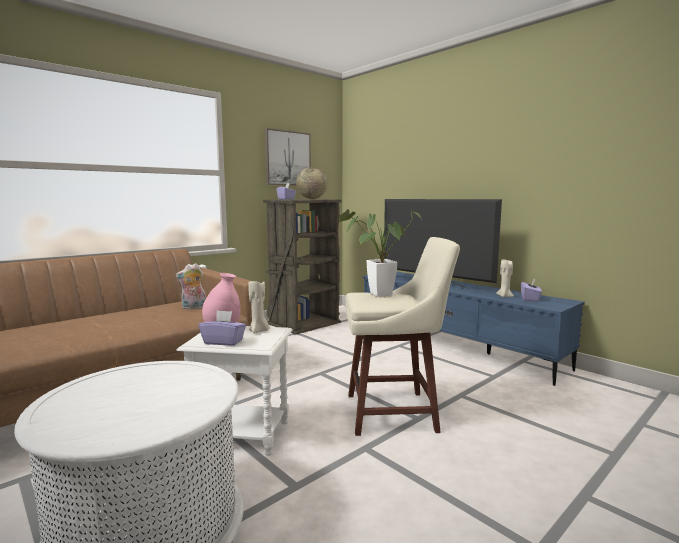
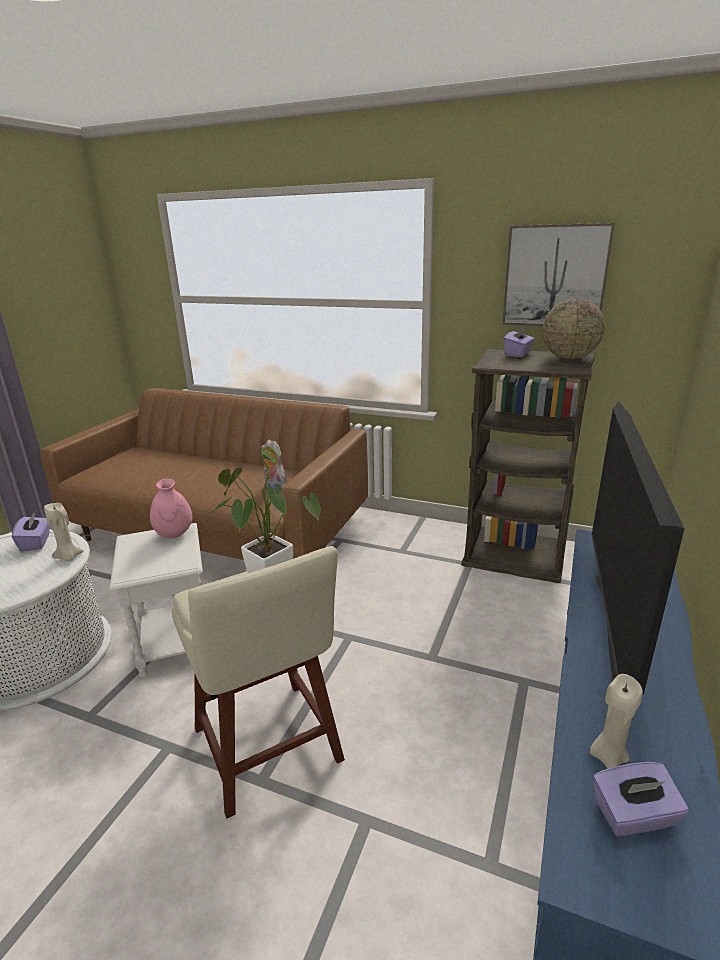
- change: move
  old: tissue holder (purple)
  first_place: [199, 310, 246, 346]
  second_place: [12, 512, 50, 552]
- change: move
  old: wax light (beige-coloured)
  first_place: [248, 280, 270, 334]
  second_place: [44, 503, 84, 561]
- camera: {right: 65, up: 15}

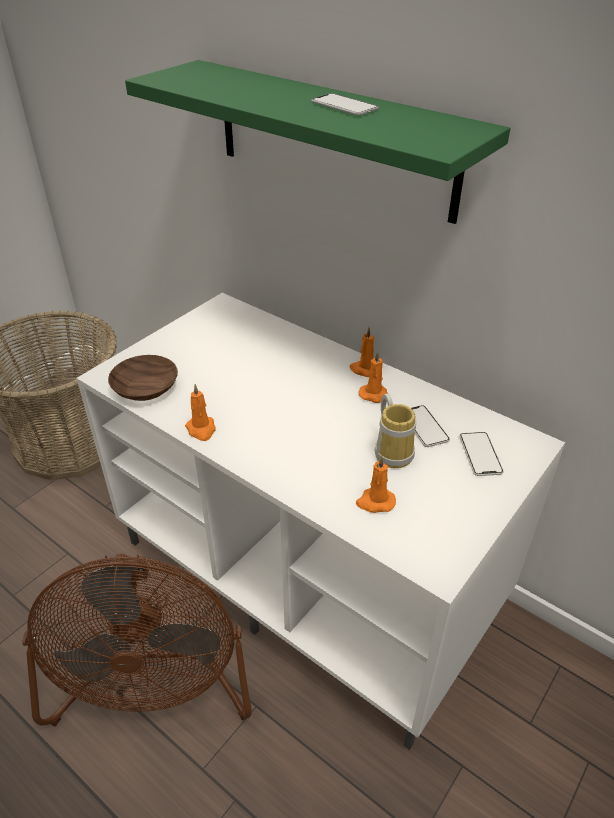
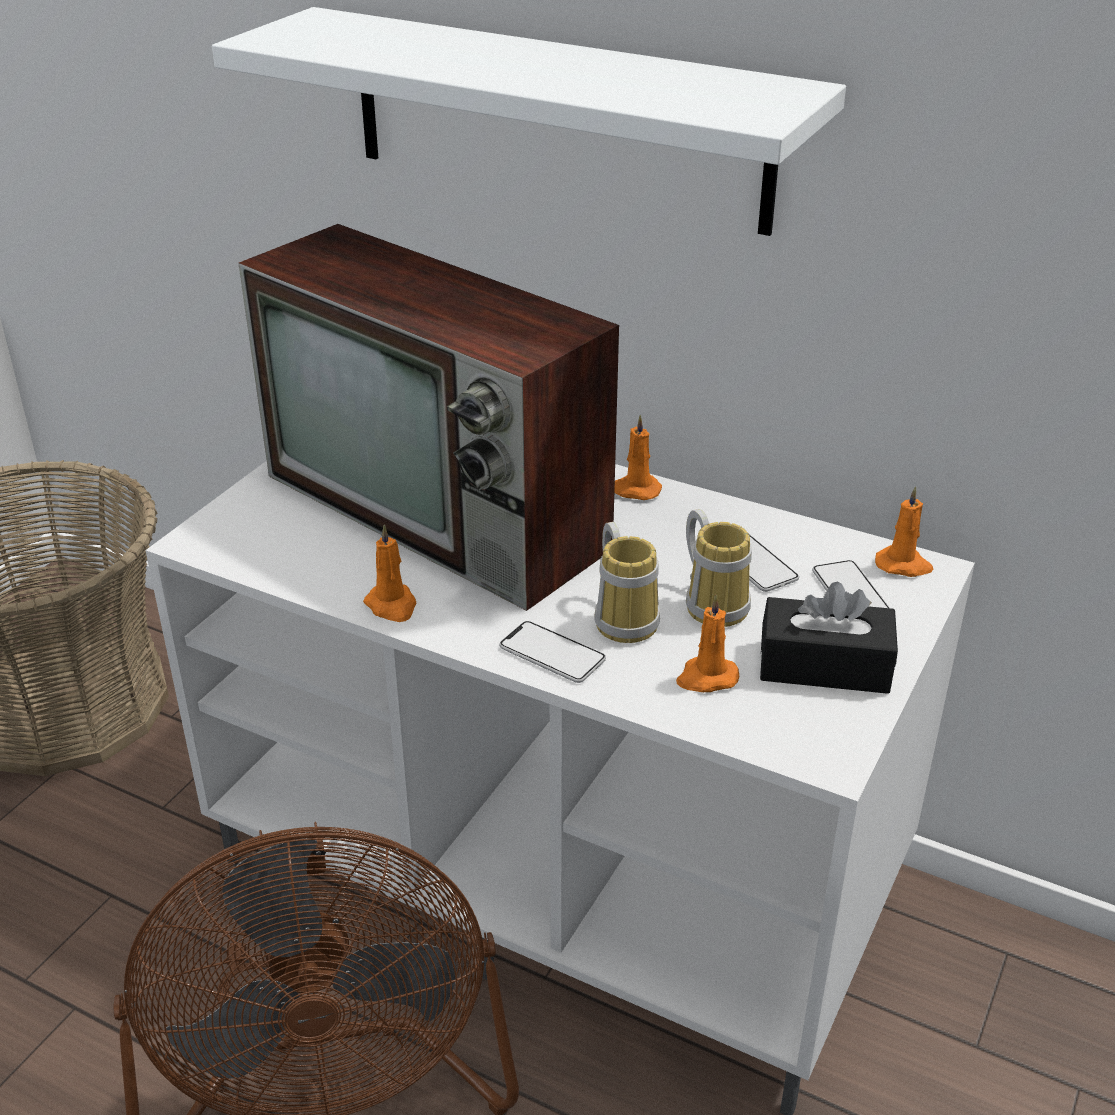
- change: recolor
  old: bracket shelf (greenish)
  new: bracket shelf (whitish)
  first_place: [125, 60, 510, 224]
  second_place: [212, 7, 846, 236]
- change: insert
  new: TV
  second_place: [238, 224, 619, 611]
- change: move
  old: telephone
  first_place: [311, 93, 379, 116]
  second_place: [499, 621, 606, 683]
- change: insert
  new: coffee mug
  second_place: [594, 522, 660, 643]
- change: insert
  new: tissue holder (black-coloured)
  second_place: [760, 581, 898, 694]
- change: move
  old: wax light (orangey)
  first_place: [359, 351, 388, 403]
  second_place: [875, 486, 933, 577]
- change: delete
  old: serving bowl (brownish)
  first_place: [108, 355, 178, 401]
- camera: {right: -10, up: -5}

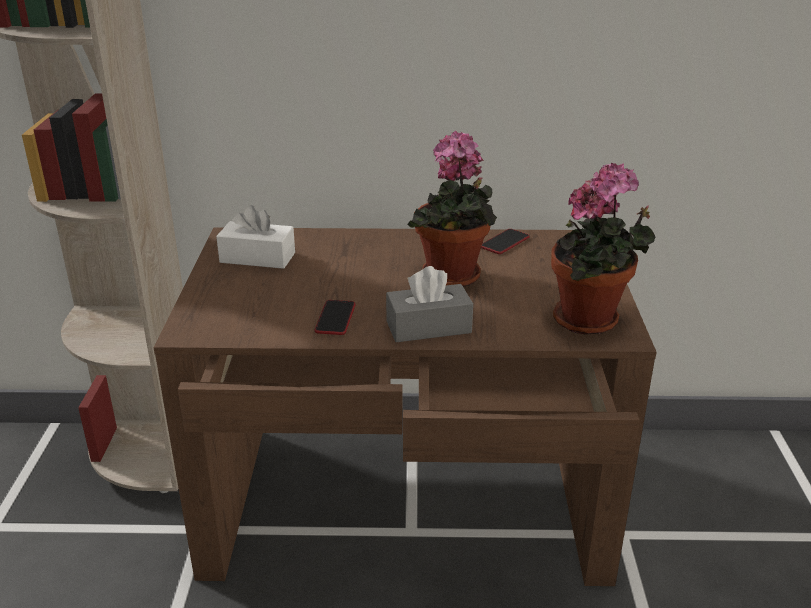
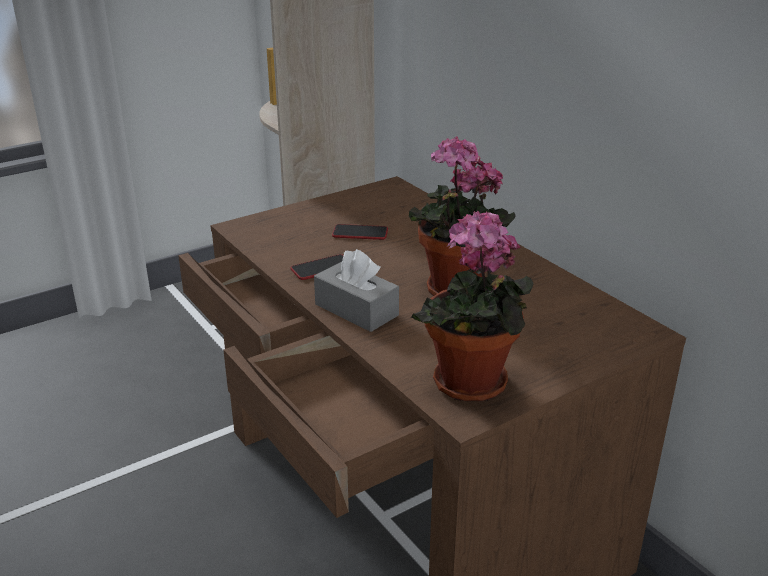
- change: move
  old: telephone
  first_place: [481, 229, 530, 254]
  second_place: [332, 224, 388, 240]
- change: delete
  old: tissue holder (whitish)
  first_place: [216, 205, 295, 269]
- camera: {right: 55, up: 0}

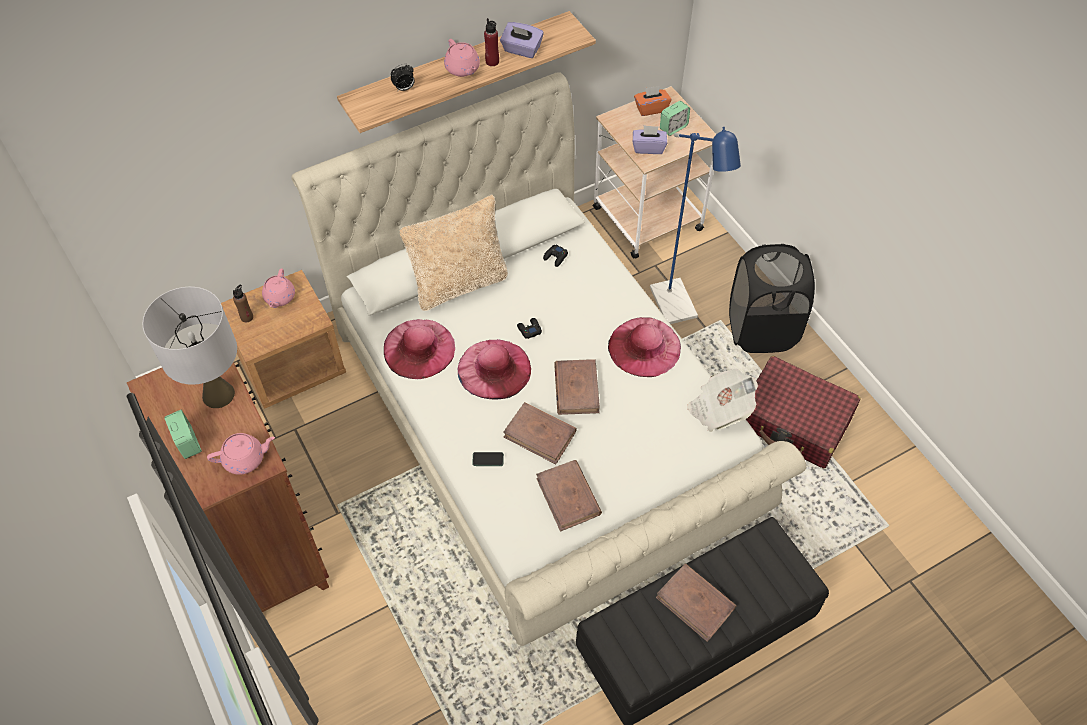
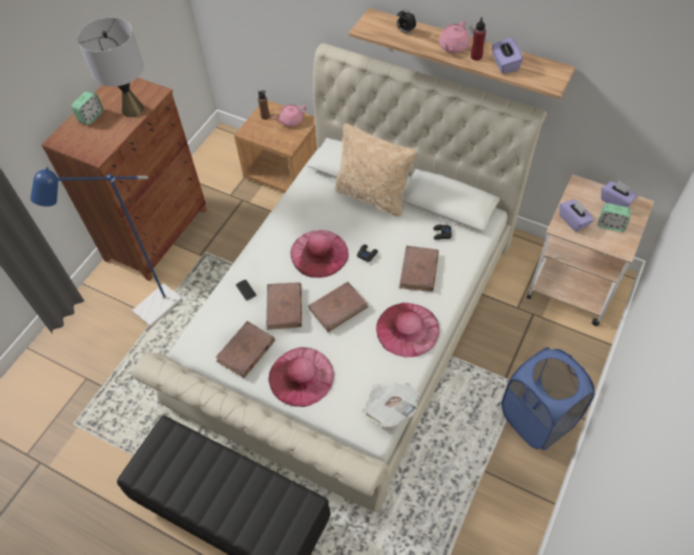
- change: move
  old: standard lamp (blue)
  first_place: [650, 127, 741, 324]
  second_place: [30, 167, 182, 327]
- change: move
  old: wearable hat (pinkish)
  first_place: [384, 319, 455, 379]
  second_place: [268, 347, 334, 407]
- change: move
  old: bound book (brownish)
  first_place: [656, 563, 737, 642]
  second_place: [399, 246, 439, 292]
- change: recolor
  old: laundry basket (black-coloured)
  new: laundry basket (blue)
  first_place: [729, 244, 815, 353]
  second_place: [501, 347, 595, 450]
- change: recolor
  old: tissue holder (orangey)
  new: tissue holder (purple)
  first_place: [634, 86, 671, 116]
  second_place: [601, 181, 637, 207]
- change: delete
  old: pot for tea (pinkish)
  first_place: [207, 433, 275, 475]
- change: delete
  old: travel case (red)
  first_place: [746, 356, 861, 468]
- camera: {right: 60, up: 0}

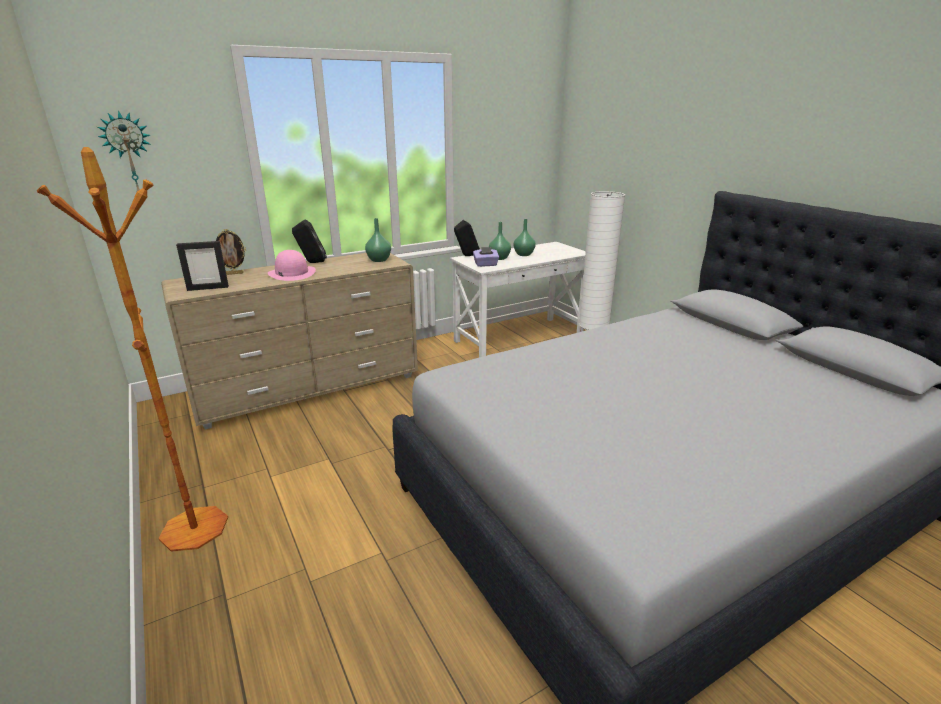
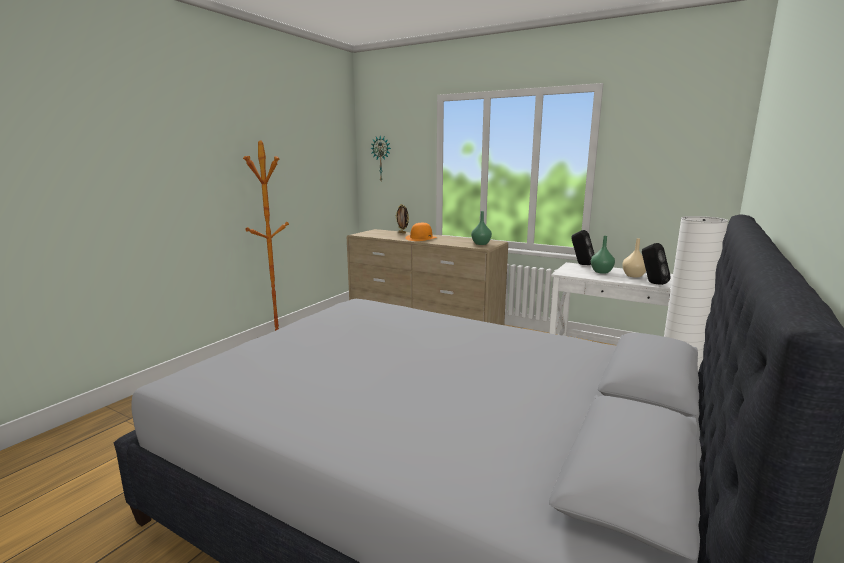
- change: recolor
  old: wearable hat (pinkish)
  new: wearable hat (orangey)
  first_place: [268, 250, 316, 281]
  second_place: [405, 223, 437, 241]
- change: recolor
  old: flower vase (greenish)
  new: flower vase (beige-coloured)
  first_place: [514, 219, 536, 256]
  second_place: [622, 238, 646, 278]
- change: move
  old: speaker (black-coloured)
  first_place: [292, 220, 327, 263]
  second_place: [642, 243, 671, 285]
- change: delete
  old: picture frame
  first_place: [176, 241, 229, 291]
- change: delete
  old: tissue holder (purple)
  first_place: [473, 247, 499, 267]
- camera: {right: 60, up: -10}

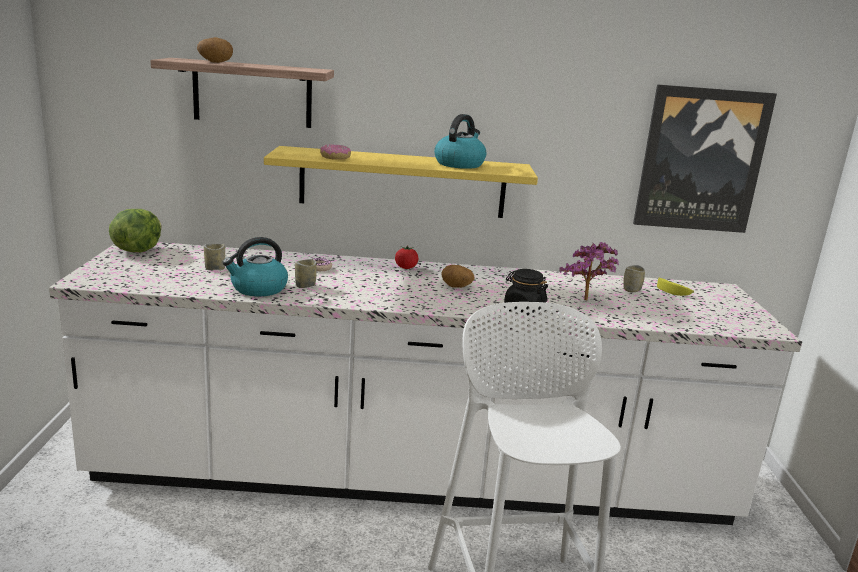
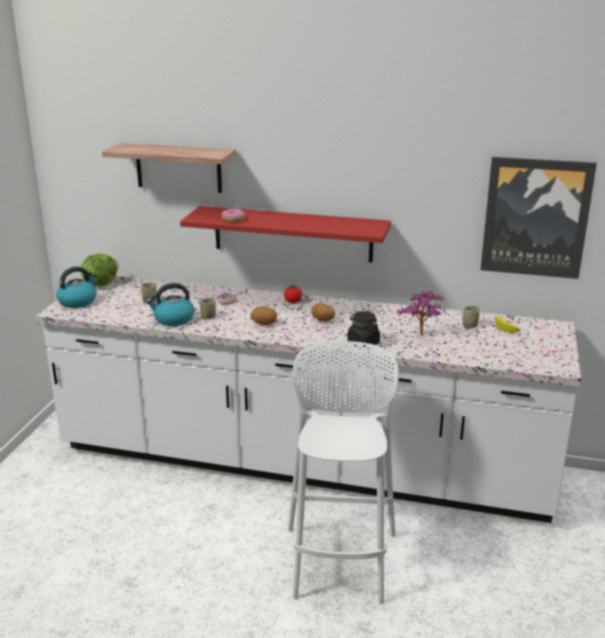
- change: move
  old: water kettle
  first_place: [434, 114, 486, 169]
  second_place: [56, 267, 98, 308]
- change: recolor
  old: bracket shelf (yellowish)
  new: bracket shelf (red)
  first_place: [264, 146, 538, 218]
  second_place: [180, 206, 391, 263]
- change: move
  old: spud
  first_place: [197, 37, 233, 63]
  second_place: [251, 306, 277, 325]
- camera: {right: 15, up: 5}

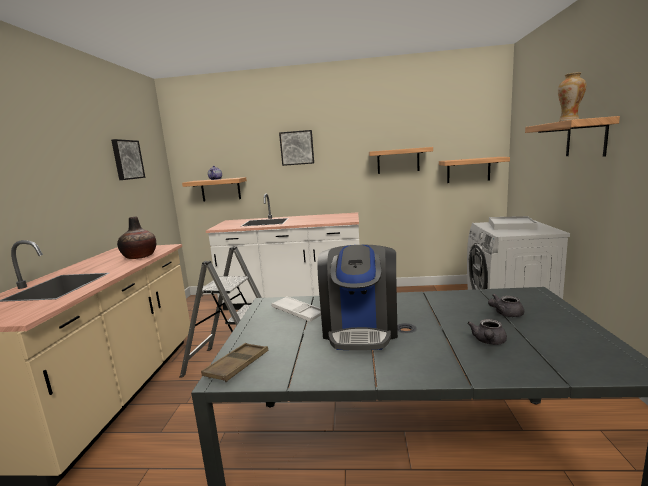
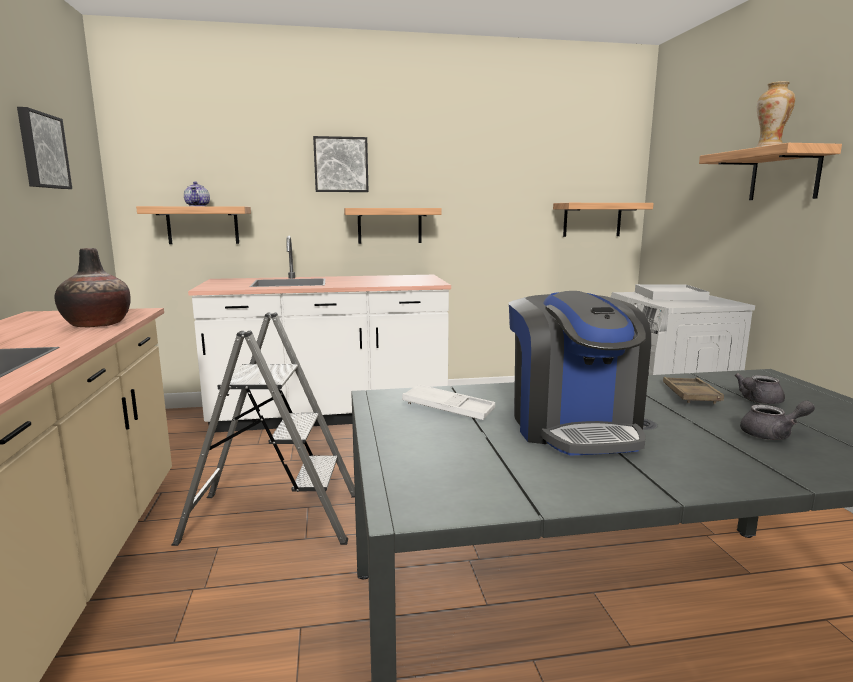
- change: move
  old: bracket shelf
  first_place: [369, 147, 433, 174]
  second_place: [344, 208, 442, 244]
- change: move
  old: carrying tray (brownish)
  first_place: [201, 343, 269, 382]
  second_place: [663, 377, 724, 404]
- change: rotate
  old: pot for tea (gray)
  first_place: [467, 319, 507, 345]
  second_place: [740, 400, 815, 440]
  degrees: -105
- camera: {right: -15, up: 0}

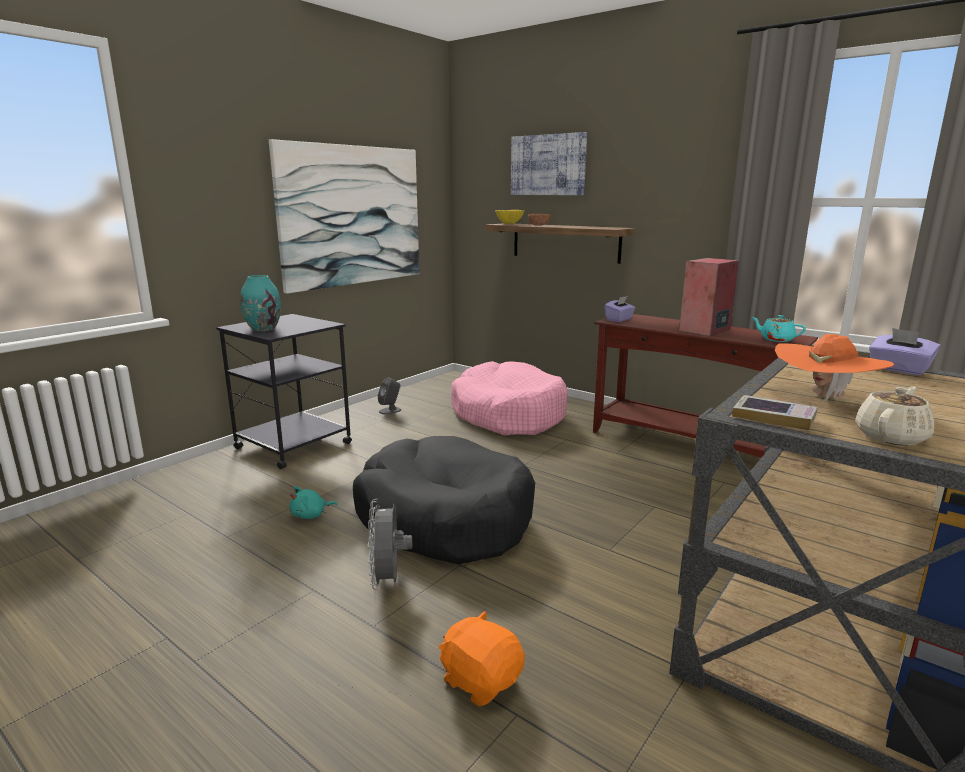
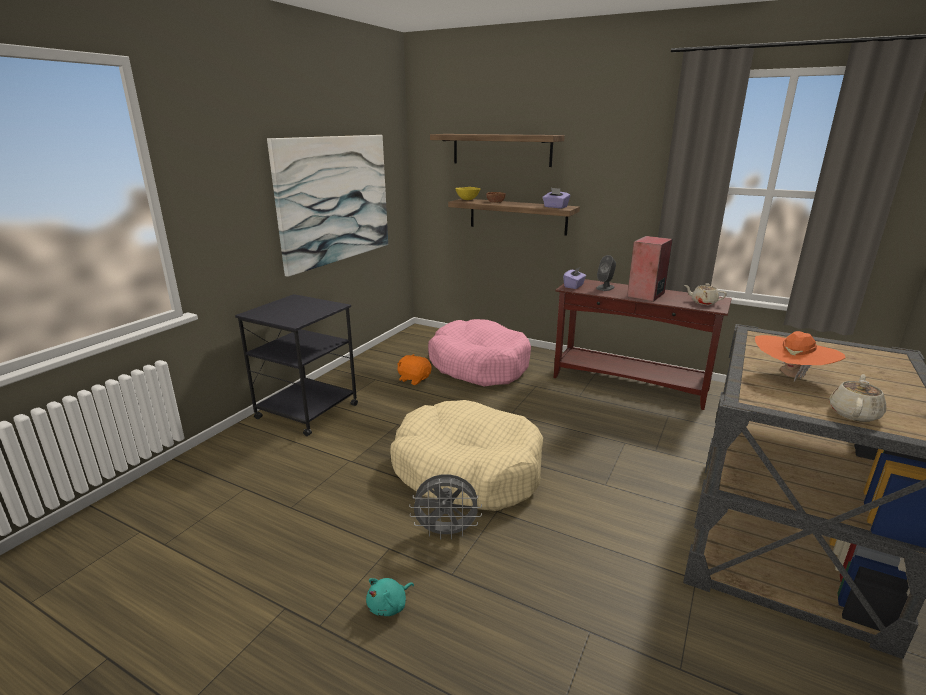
- change: move
  old: cuddly toy (turquoise-coloured)
  first_place: [290, 486, 337, 519]
  second_place: [366, 578, 414, 616]
- change: recolor
  old: dog bed (black-coloured)
  new: dog bed (beige-coloured)
  first_place: [353, 436, 535, 564]
  second_place: [390, 400, 543, 511]
- change: move
  old: cuddly toy (orangey)
  first_place: [438, 611, 525, 706]
  second_place: [397, 354, 431, 385]
- change: rotate
  old: fan (gray)
  first_place: [368, 499, 413, 590]
  second_place: [409, 474, 482, 540]
  degrees: -75
- change: replace
  old: wall art
  new: bracket shelf
  first_place: [511, 132, 587, 195]
  second_place: [430, 134, 565, 167]
- change: move
  old: tissue holder (purple)
  first_place: [869, 328, 940, 376]
  second_place: [542, 188, 570, 208]
- change: move
  old: speaker (gray)
  first_place: [378, 378, 401, 415]
  second_place: [596, 255, 616, 291]
- change: recolor
  old: pot for tea (turquoise-coloured)
  new: pot for tea (beige-coloured)
  first_place: [751, 315, 806, 342]
  second_place: [684, 283, 727, 305]
- change: delete
  old: flower vase (turquoise-coloured)
  first_place: [240, 275, 281, 331]
- change: delete
  old: bound book
  first_place: [732, 395, 818, 431]
- camera: {right: -10, up: 5}

